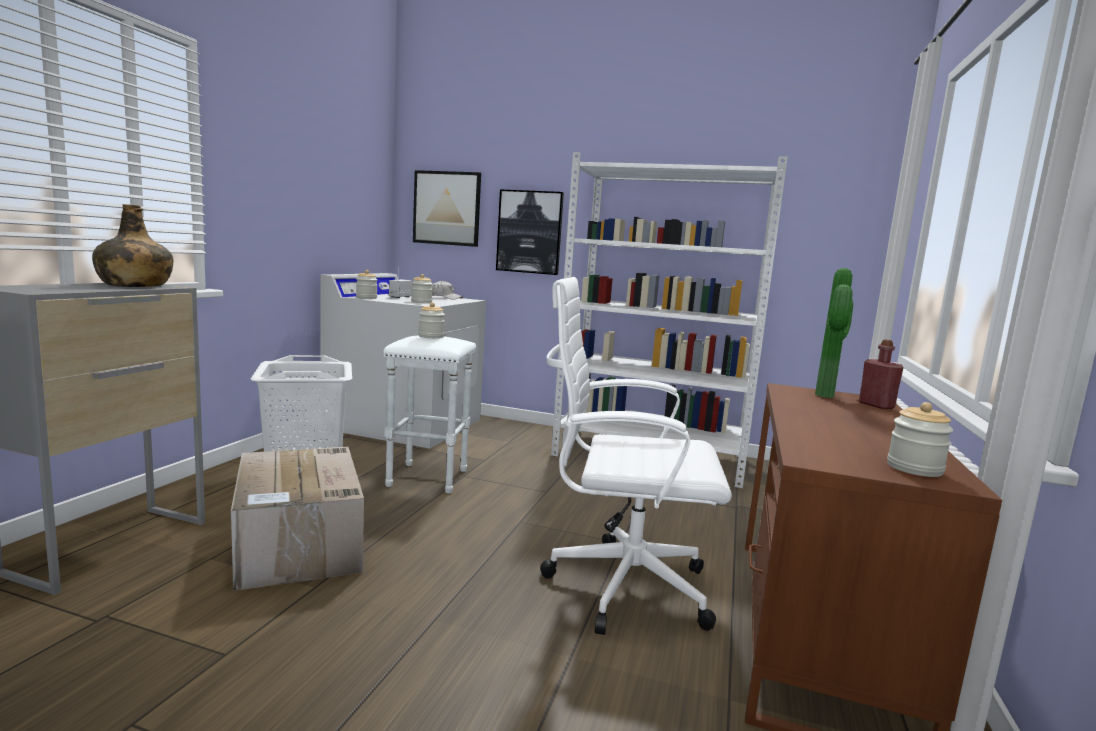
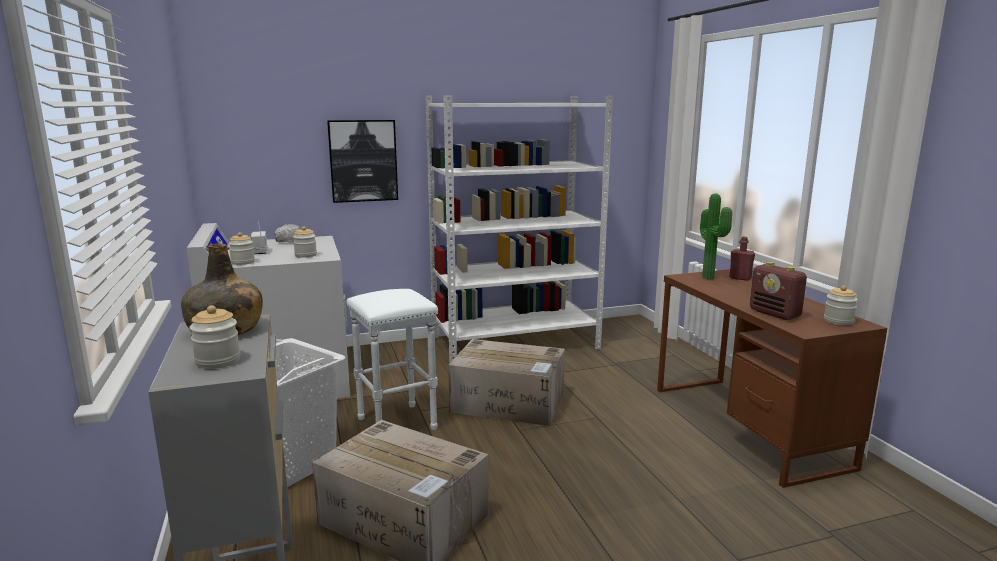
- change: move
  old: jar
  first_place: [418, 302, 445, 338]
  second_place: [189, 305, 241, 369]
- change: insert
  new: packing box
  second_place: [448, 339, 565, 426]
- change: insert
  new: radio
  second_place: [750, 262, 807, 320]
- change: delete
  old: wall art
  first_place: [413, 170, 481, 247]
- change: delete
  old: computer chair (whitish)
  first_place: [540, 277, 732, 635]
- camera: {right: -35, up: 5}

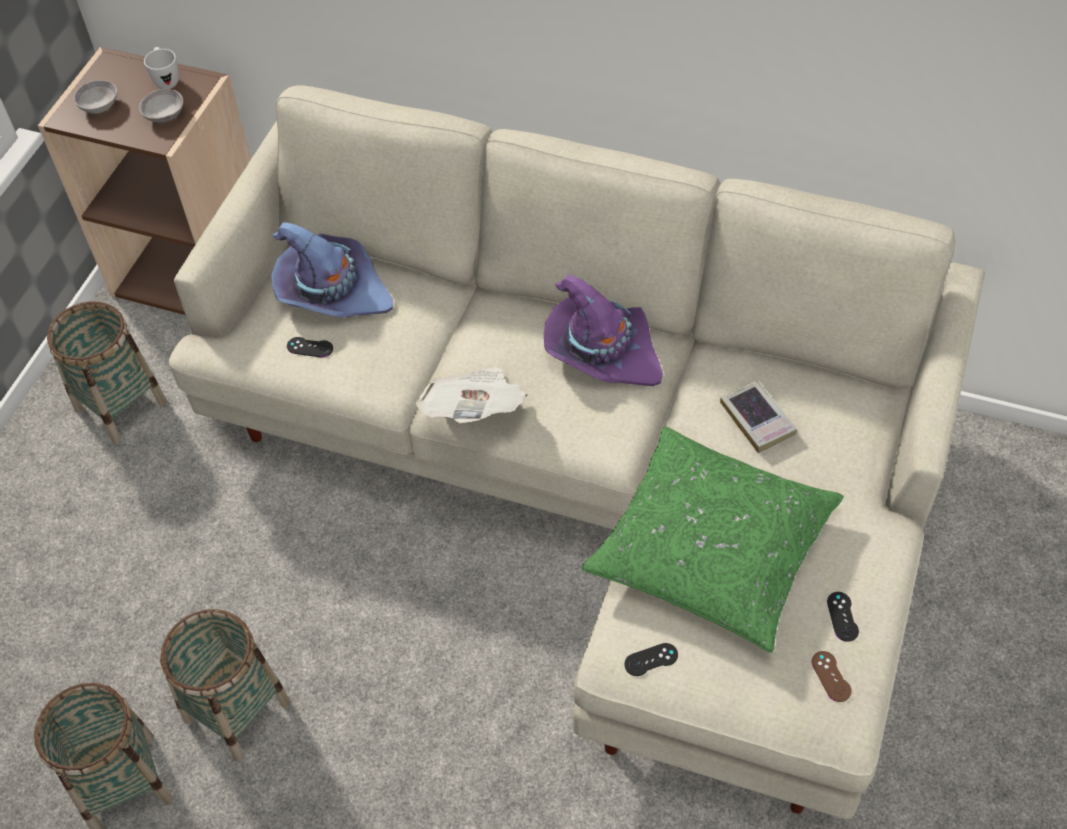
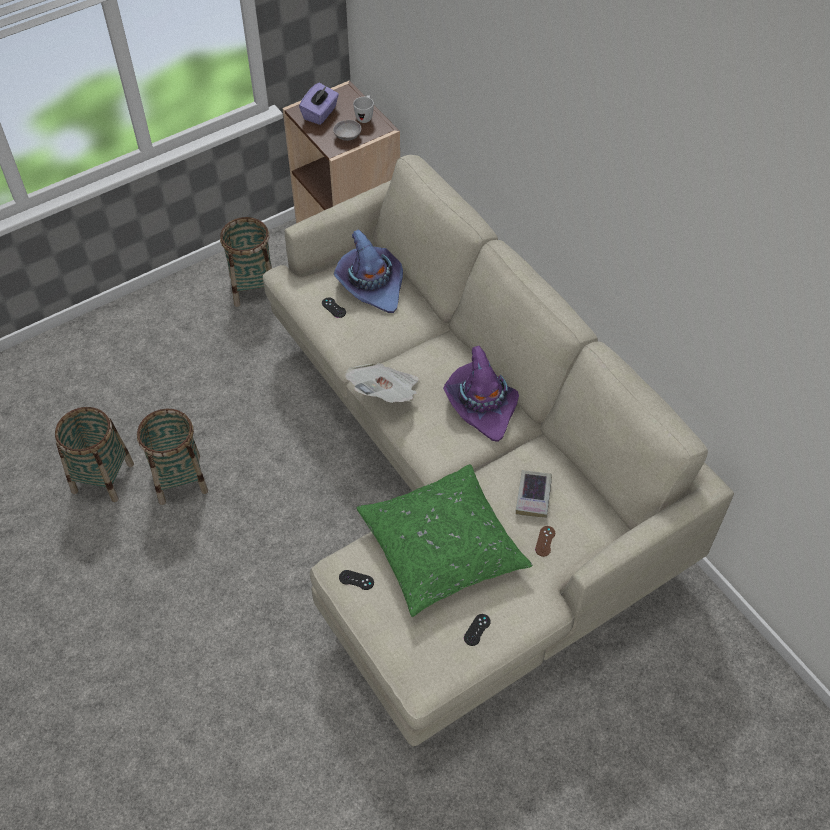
- change: replace
  old: serving bowl (gray)
  new: tissue holder (purple)
  first_place: [74, 80, 117, 114]
  second_place: [299, 83, 339, 125]
- change: move
  old: joypad (brownish)
  first_place: [812, 651, 852, 702]
  second_place: [535, 526, 555, 557]
- camera: {right: 35, up: 0}

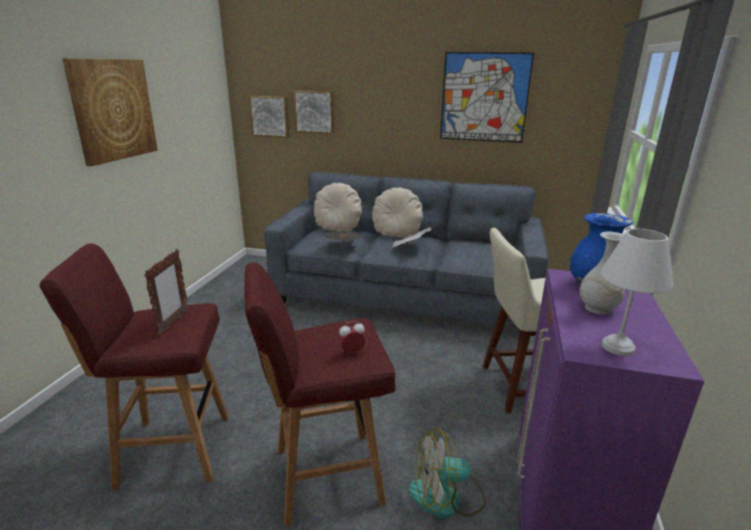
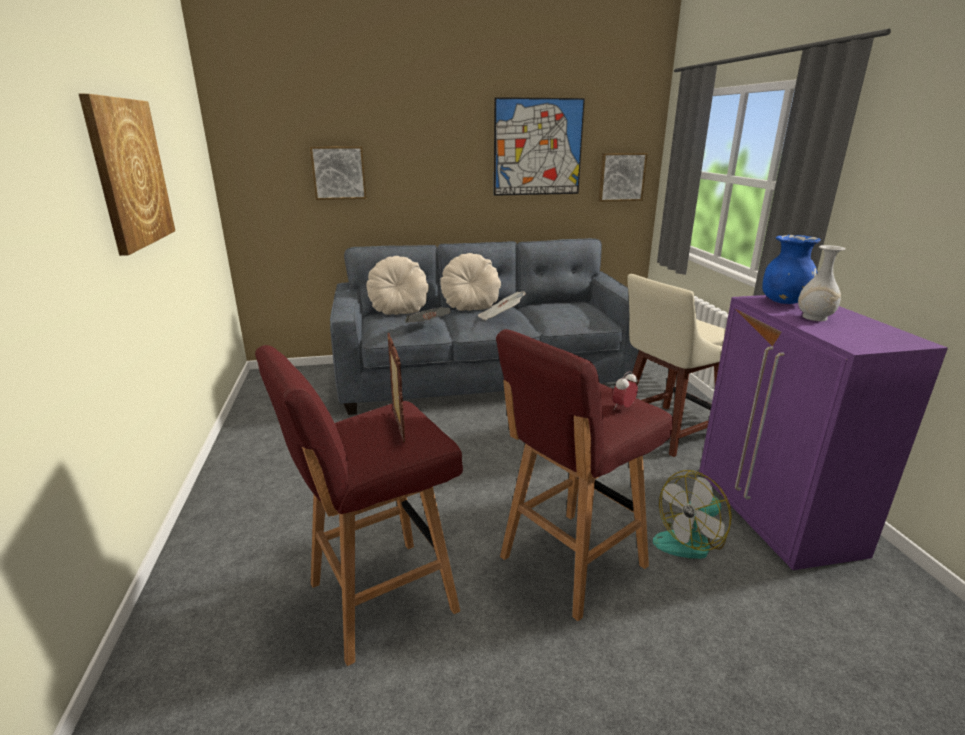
- change: move
  old: wall art
  first_place: [249, 95, 289, 138]
  second_place: [598, 153, 648, 202]
- change: delete
  old: tabletop lamp (whitish)
  first_place: [600, 229, 674, 356]
- camera: {right: -25, up: 0}

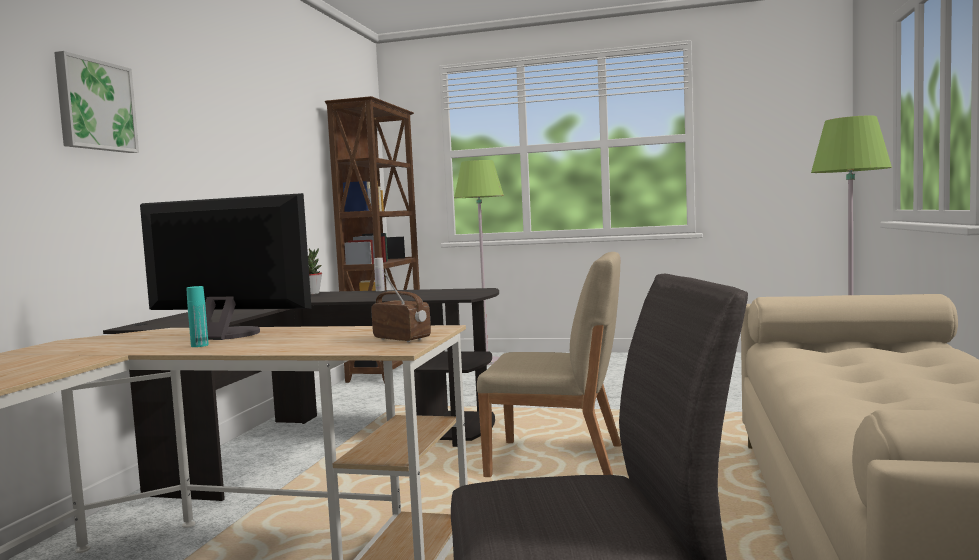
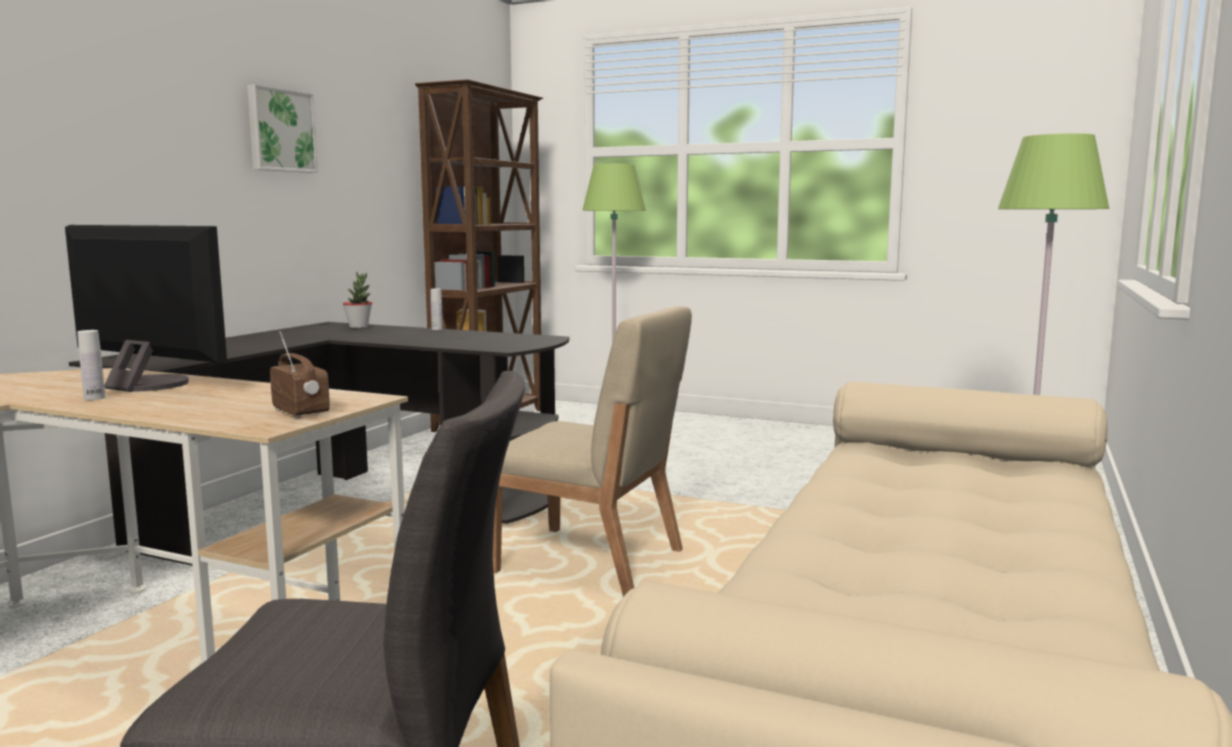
- change: recolor
  old: drink bottle (turquoise-coloured)
  new: drink bottle (whitish)
  first_place: [186, 286, 209, 347]
  second_place: [77, 330, 105, 400]
- change: move
  old: wall art
  first_place: [54, 51, 139, 153]
  second_place: [247, 85, 318, 173]
- camera: {right: 10, up: 5}

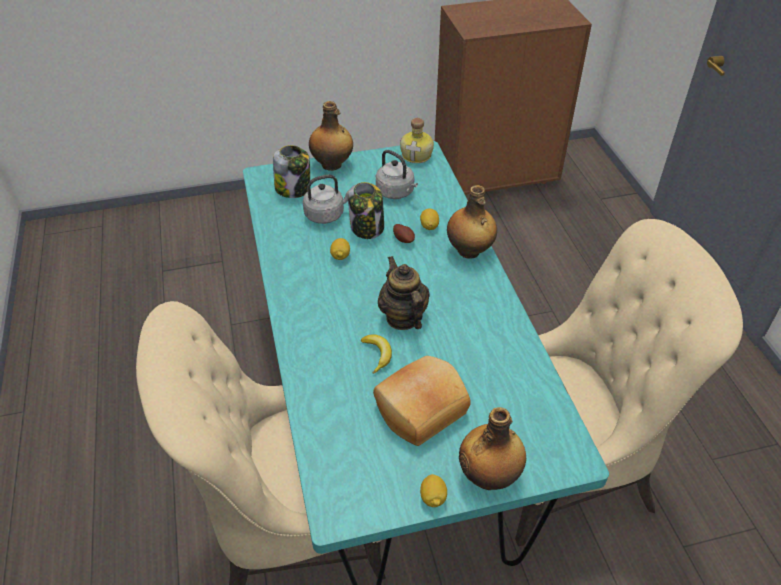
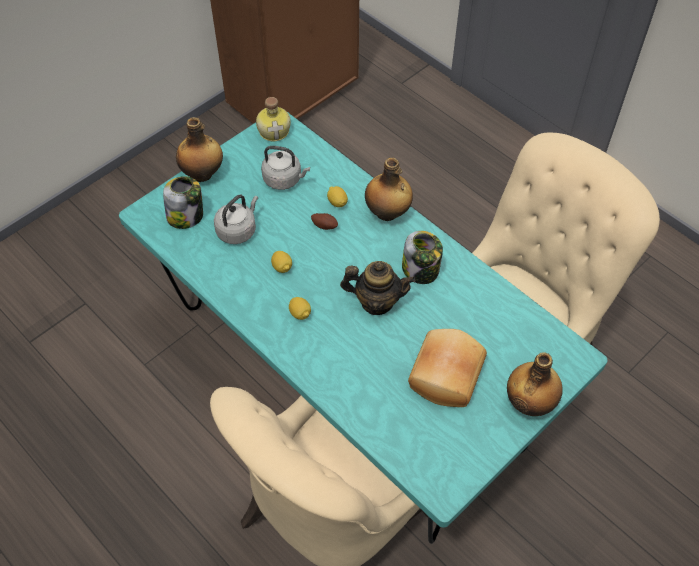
- change: move
  old: lemon
  first_place: [420, 474, 447, 507]
  second_place: [289, 297, 311, 320]
- change: rotate
  old: pot for tea
  first_place: [378, 256, 430, 330]
  second_place: [340, 261, 415, 315]
  degrees: 150
- change: move
  old: jar
  first_place: [348, 182, 384, 239]
  second_place: [402, 231, 443, 284]
- change: delete
  old: banana
  first_place: [361, 334, 392, 374]
- camera: {right: -30, up: 10}

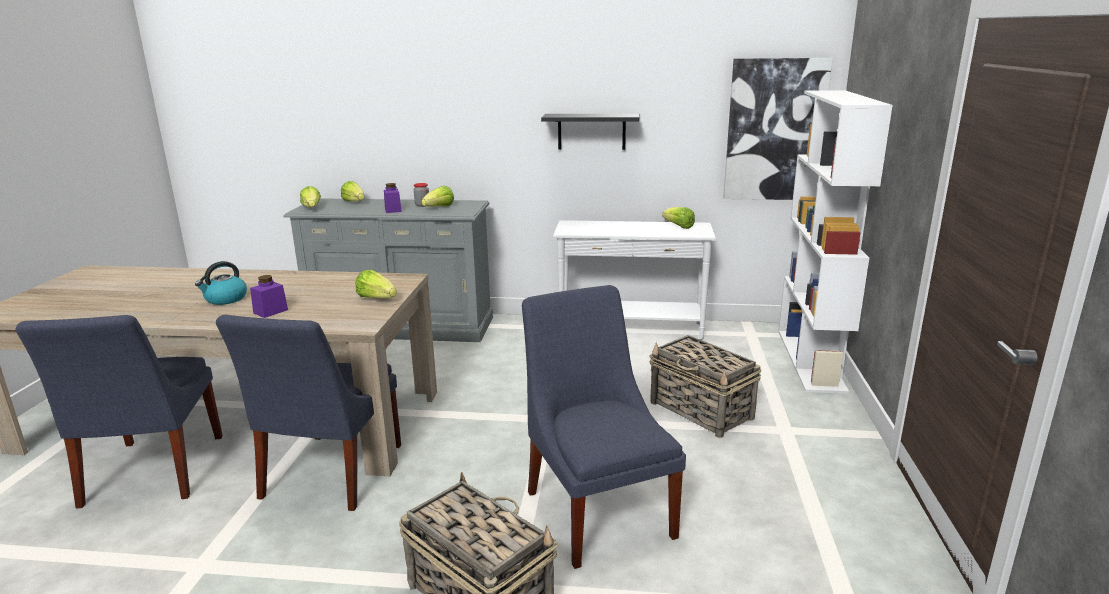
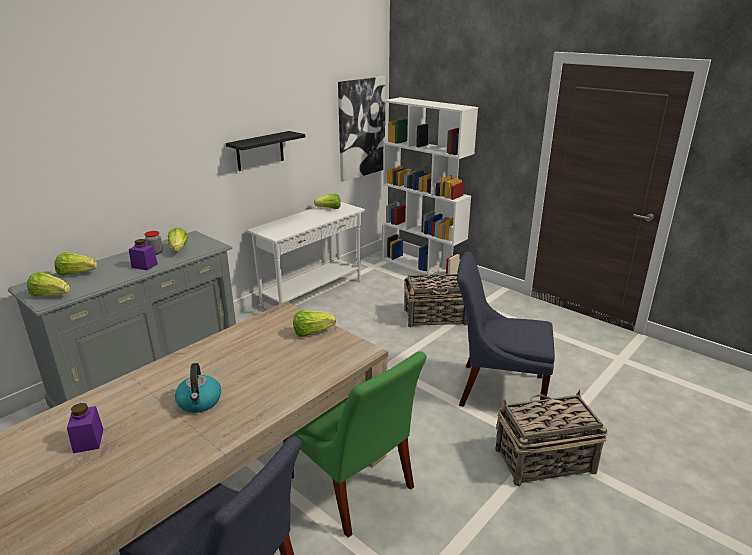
- change: move
  old: jar (purple)
  first_place: [250, 275, 288, 318]
  second_place: [67, 403, 103, 453]
- change: recolor
  old: upright chair (blue)
  new: upright chair (greenish)
  first_place: [216, 315, 401, 511]
  second_place: [283, 351, 427, 538]
- camera: {right: -55, up: 5}

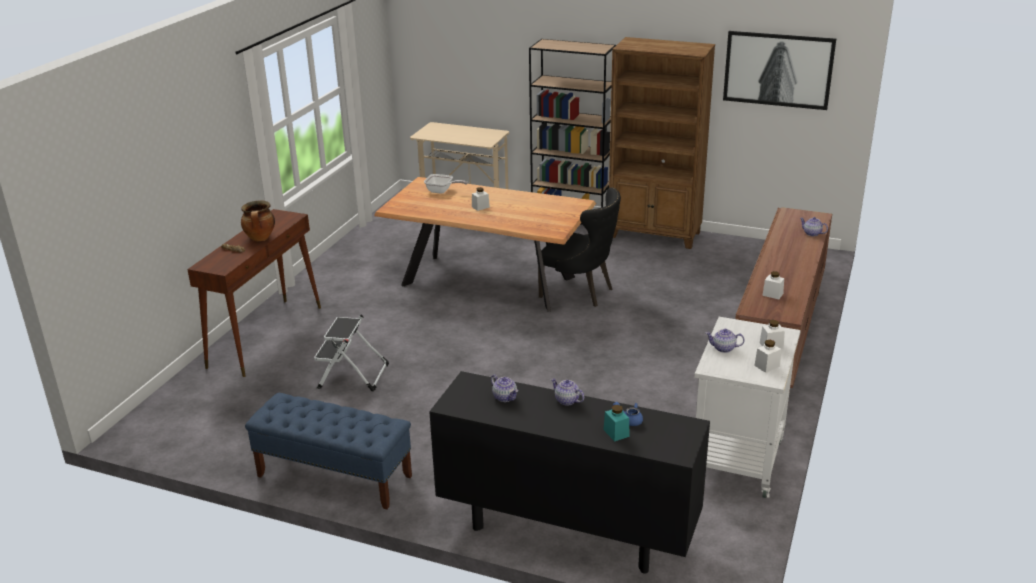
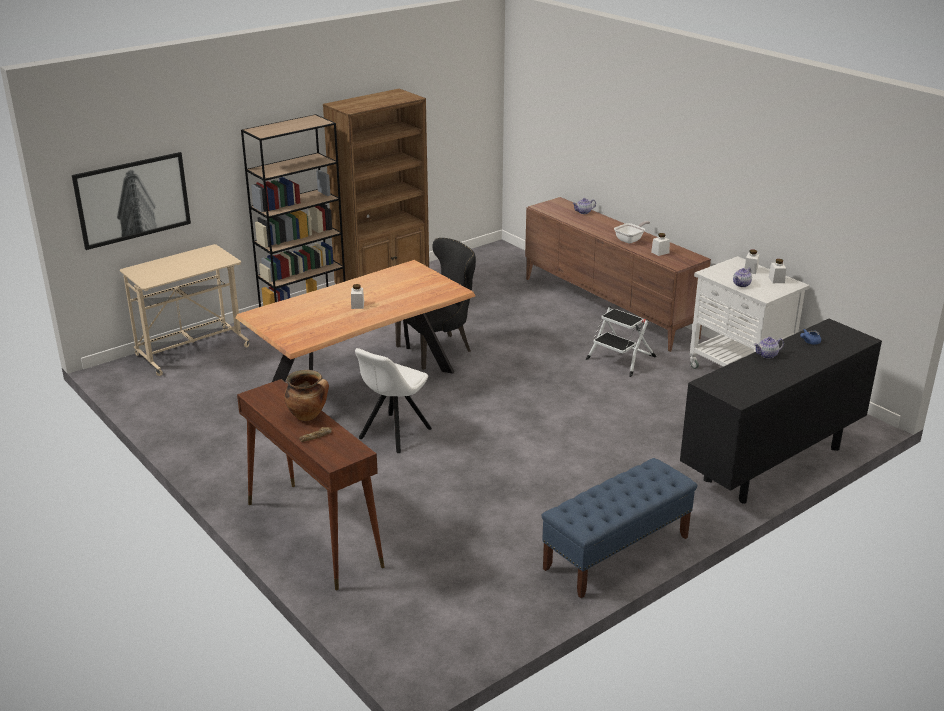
- change: move
  old: wall art
  first_place: [723, 31, 836, 110]
  second_place: [72, 152, 191, 250]
- change: insert
  new: upright chair (whitish)
  second_place: [355, 348, 432, 453]
- change: move
  old: step stool
  first_place: [314, 315, 389, 392]
  second_place: [586, 306, 657, 377]
- change: move
  old: pan
  first_place: [424, 174, 468, 194]
  second_place: [614, 221, 650, 244]
- change: delete
  old: pot for tea
  first_place: [491, 375, 518, 402]
- change: delete
  old: jar (turquoise-coloured)
  first_place: [603, 405, 630, 442]
- camera: {right: -60, up: 0}

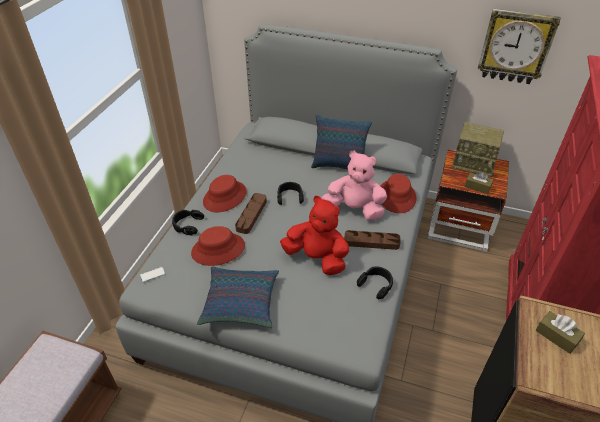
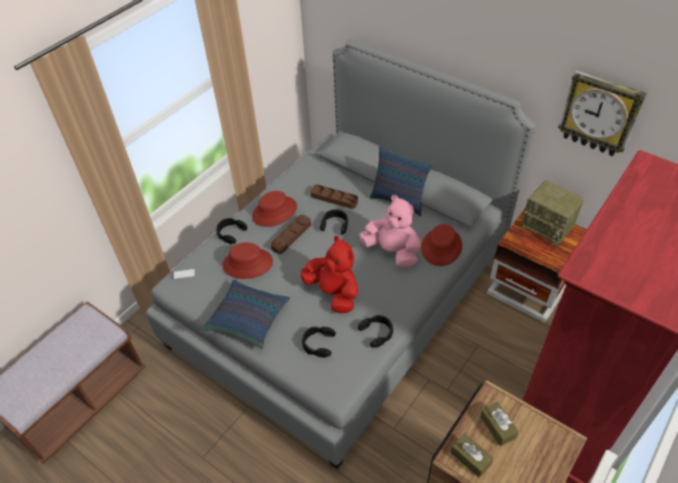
- change: insert
  new: pair of headphones (black-coloured)
  second_place: [302, 327, 336, 358]
- change: move
  old: carrying tray (brownish)
  first_place: [344, 230, 401, 250]
  second_place: [310, 184, 358, 209]
- change: move
  old: tissue holder (brownish)
  first_place: [465, 172, 493, 194]
  second_place: [450, 433, 493, 478]
- camera: {right: 20, up: 5}

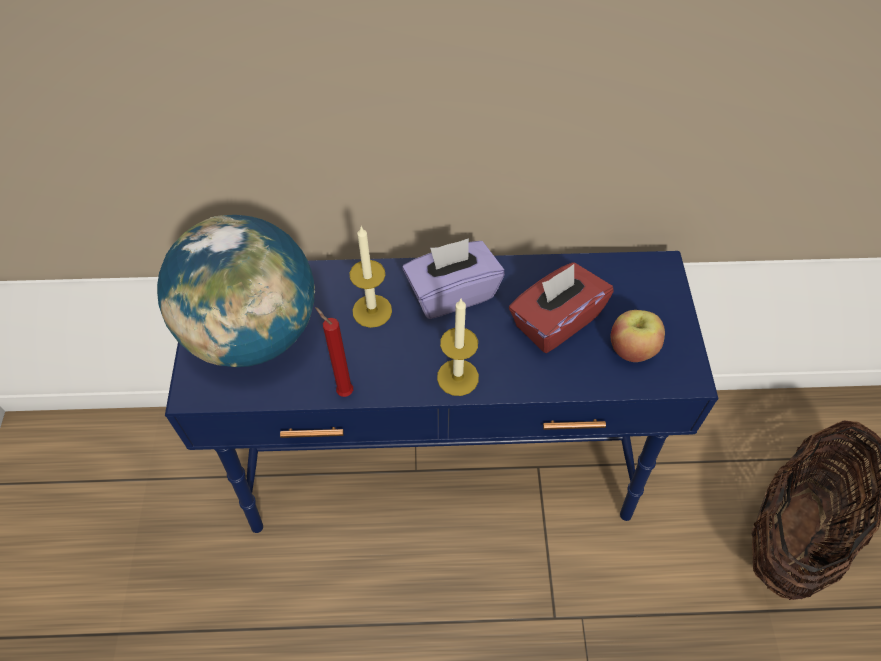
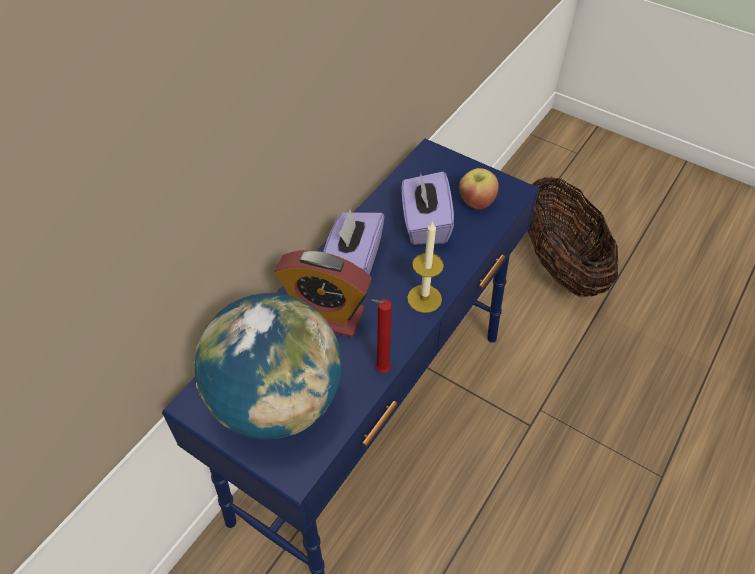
- change: replace
  old: wax light
  new: bedside clock
  first_place: [349, 226, 392, 328]
  second_place: [274, 250, 372, 338]
- change: recolor
  old: tissue holder (red)
  new: tissue holder (purple)
  first_place: [509, 262, 614, 353]
  second_place: [402, 172, 454, 245]
- camera: {right: -55, up: -5}

